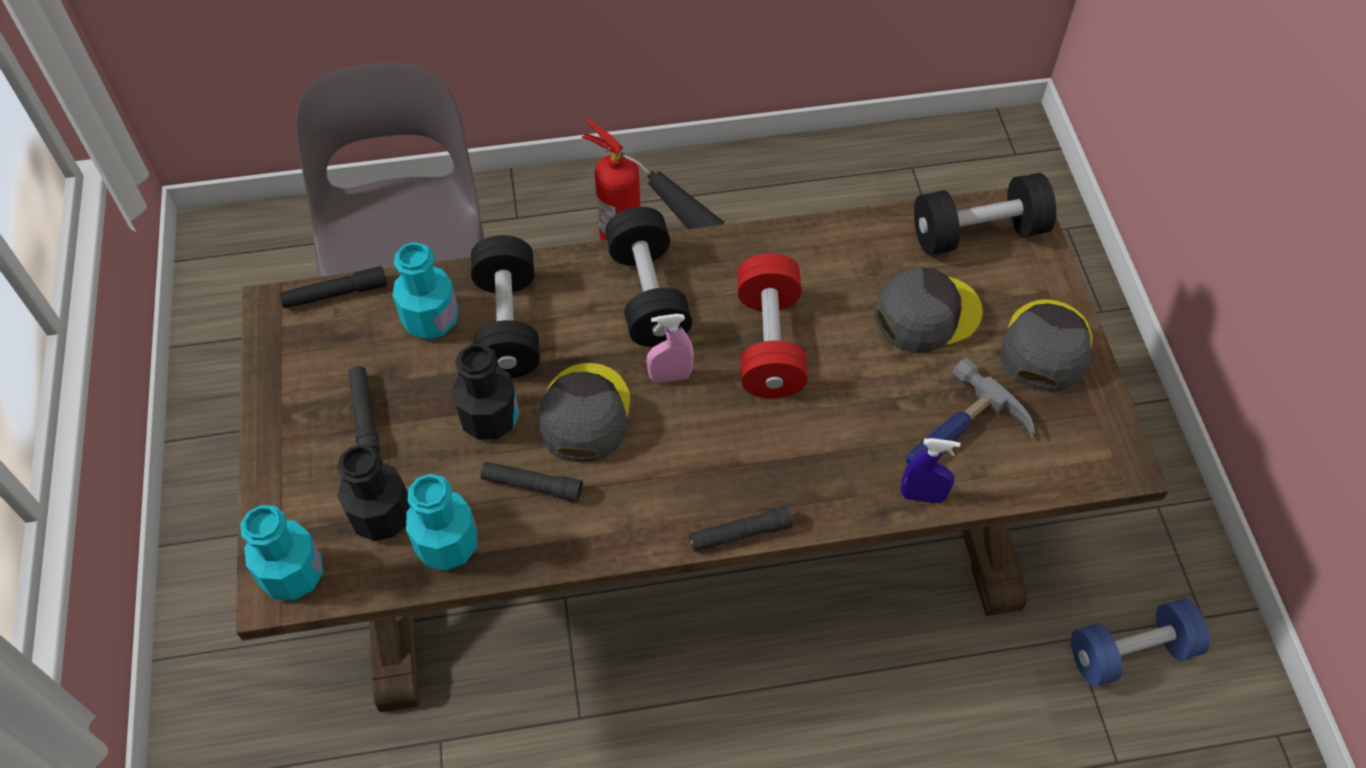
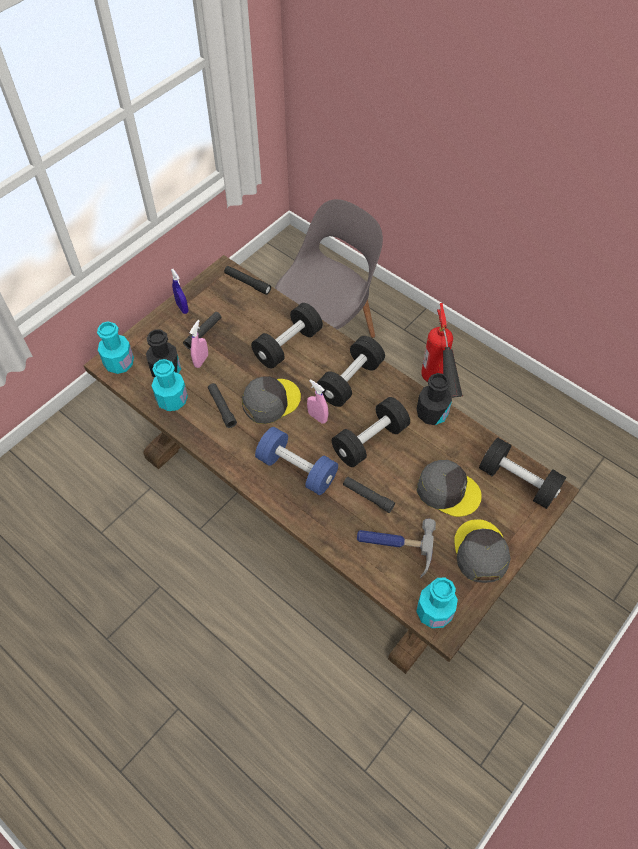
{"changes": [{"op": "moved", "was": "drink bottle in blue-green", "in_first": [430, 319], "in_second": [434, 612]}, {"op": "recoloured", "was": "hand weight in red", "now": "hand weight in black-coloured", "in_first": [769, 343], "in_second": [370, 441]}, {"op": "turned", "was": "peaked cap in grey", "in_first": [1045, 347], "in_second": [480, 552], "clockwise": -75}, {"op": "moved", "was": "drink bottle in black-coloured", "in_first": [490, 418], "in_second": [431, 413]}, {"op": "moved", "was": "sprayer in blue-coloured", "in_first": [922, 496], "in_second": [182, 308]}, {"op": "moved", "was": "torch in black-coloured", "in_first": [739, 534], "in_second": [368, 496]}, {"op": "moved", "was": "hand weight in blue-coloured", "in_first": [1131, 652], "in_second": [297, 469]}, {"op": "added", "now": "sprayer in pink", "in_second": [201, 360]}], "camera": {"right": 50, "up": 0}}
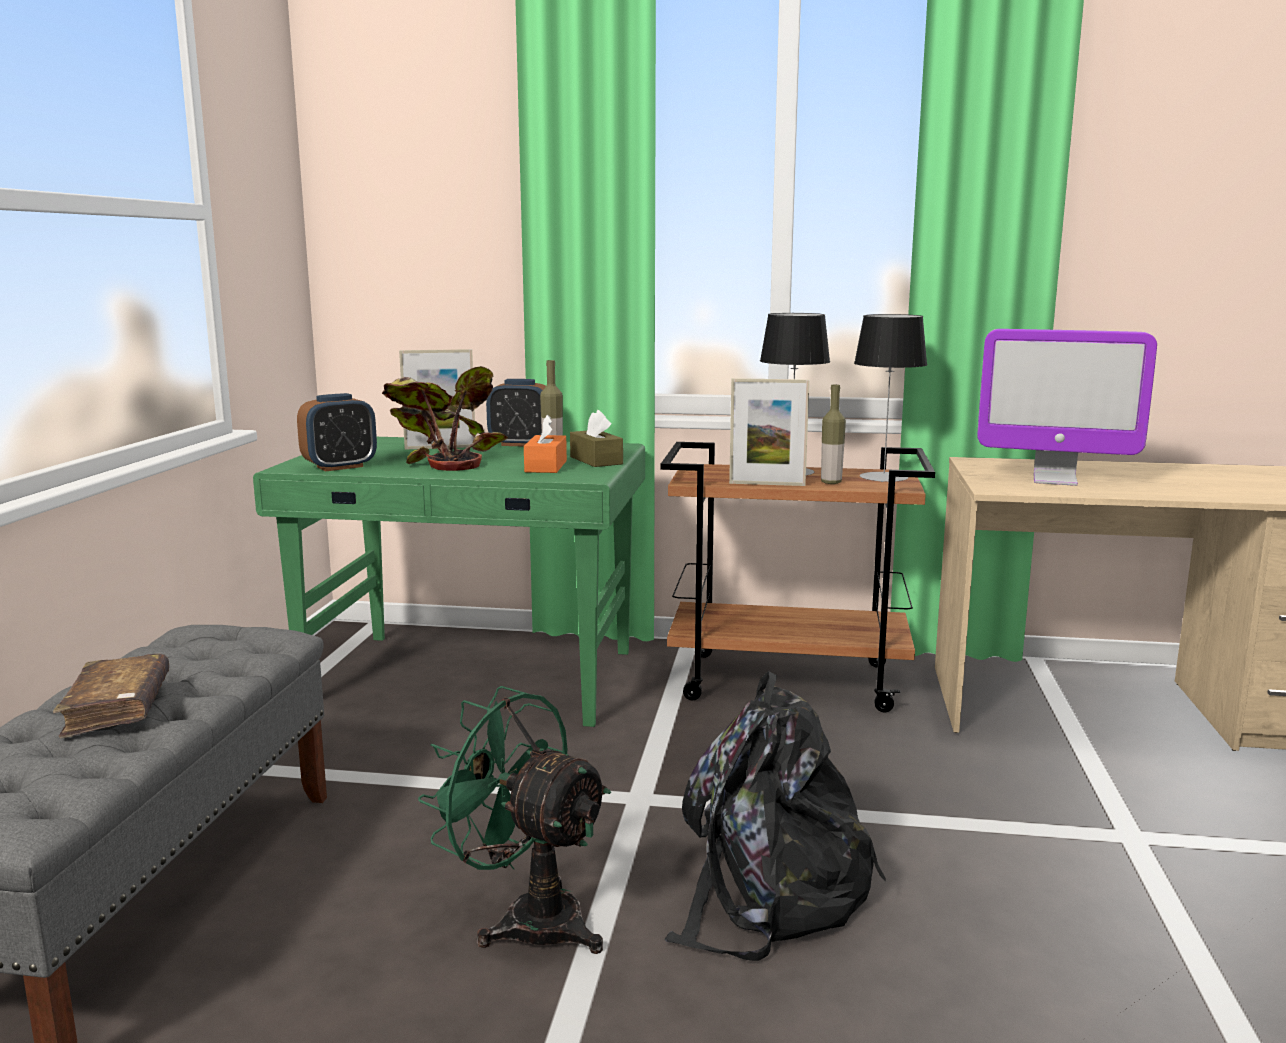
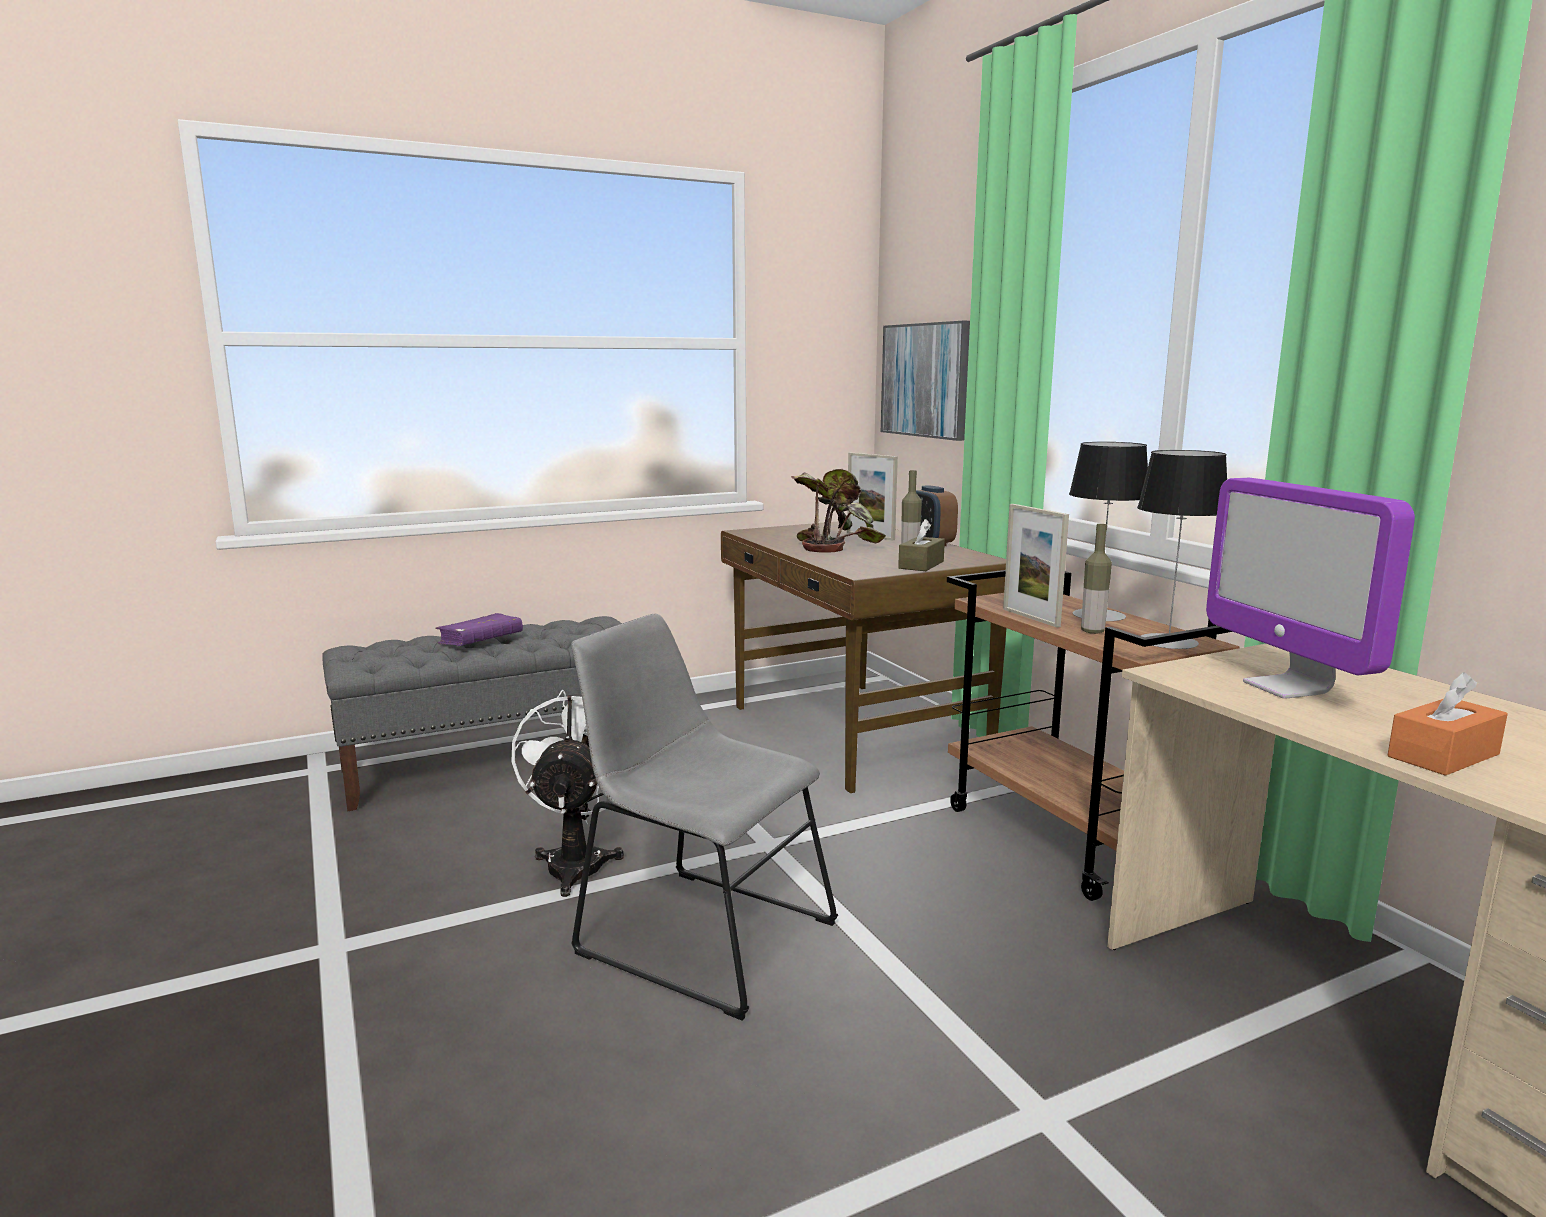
{"changes": [{"op": "removed", "was": "alarm clock", "in_first": [340, 467]}, {"op": "moved", "was": "box of tissues in orange-coloured", "in_first": [546, 466], "in_second": [1443, 755]}, {"op": "recoloured", "was": "desk in green-coloured", "now": "desk in brownish", "in_first": [474, 679], "in_second": [855, 733]}, {"op": "recoloured", "was": "bound book in brownish", "now": "bound book in purple", "in_first": [117, 709], "in_second": [481, 640]}, {"op": "replaced", "was": "backpack in black-coloured", "now": "plain chair in grey", "in_first": [768, 892], "in_second": [698, 934]}, {"op": "recoloured", "was": "fan in green-coloured", "now": "fan in whitish", "in_first": [527, 918], "in_second": [578, 861]}, {"op": "added", "now": "wall picture", "in_second": [926, 380]}], "camera": {"right": 55, "up": 0}}
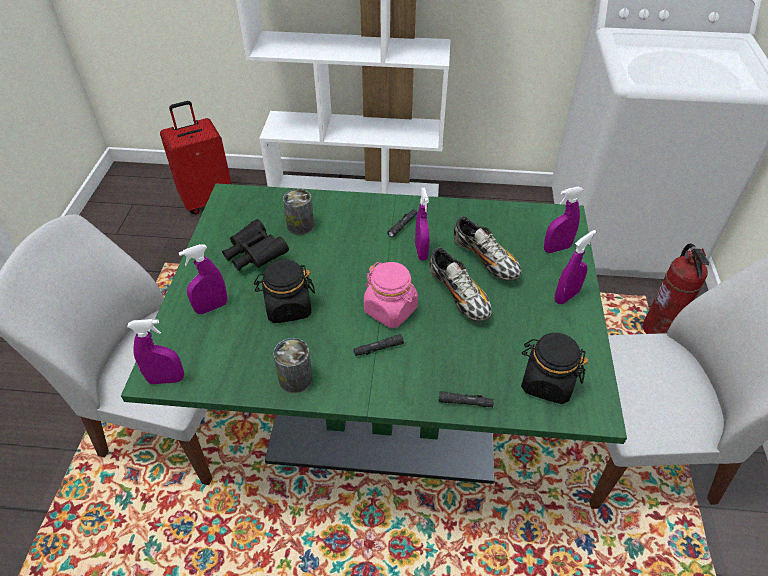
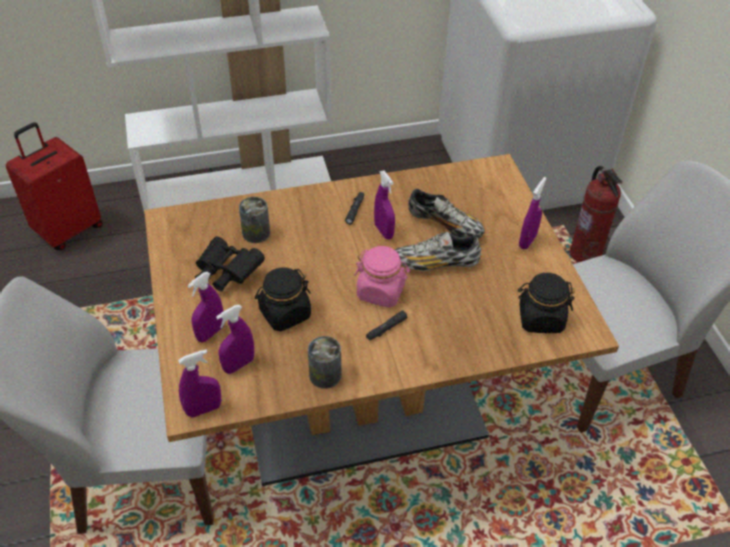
{"changes": [{"op": "recoloured", "was": "dining table in green-coloured", "now": "dining table in brownish", "in_first": [384, 420], "in_second": [362, 410]}, {"op": "moved", "was": "sprayer in purple", "in_first": [556, 248], "in_second": [239, 365]}, {"op": "turned", "was": "shoe", "in_first": [459, 295], "in_second": [435, 263], "clockwise": 135}, {"op": "removed", "was": "torch in black-coloured", "in_first": [465, 402]}], "camera": {"right": -20, "up": 0}}
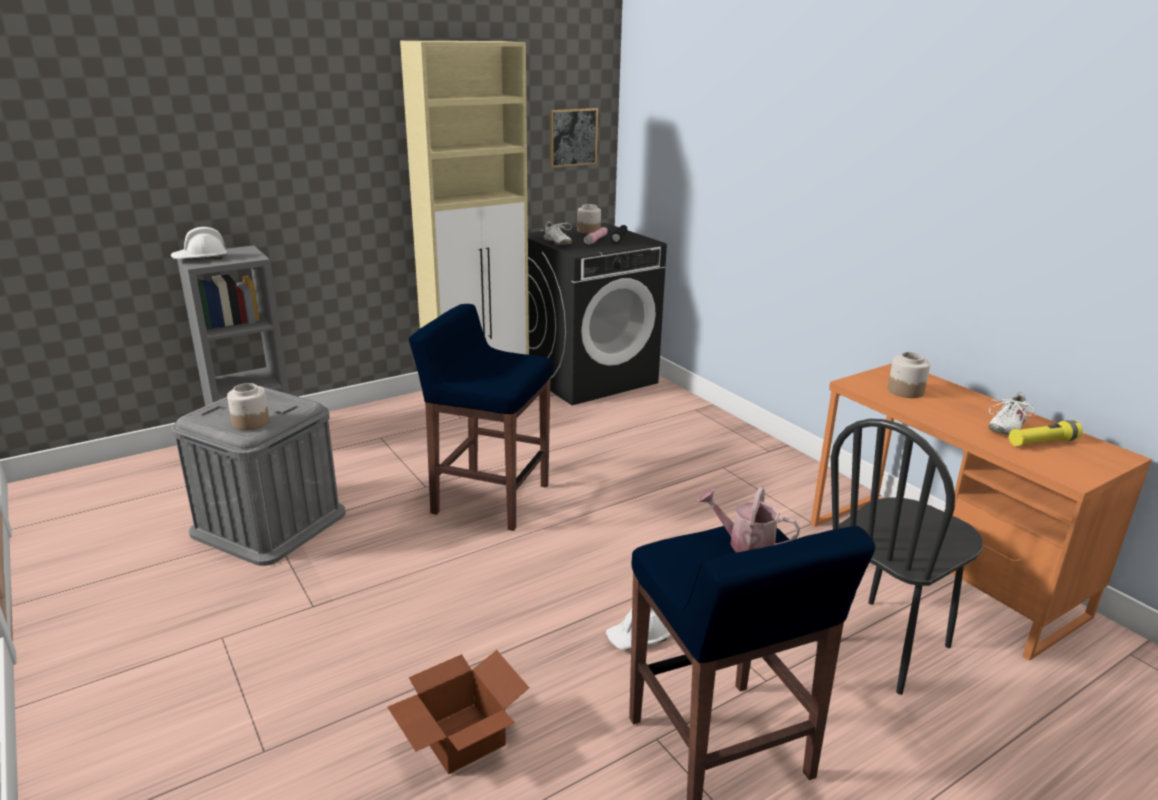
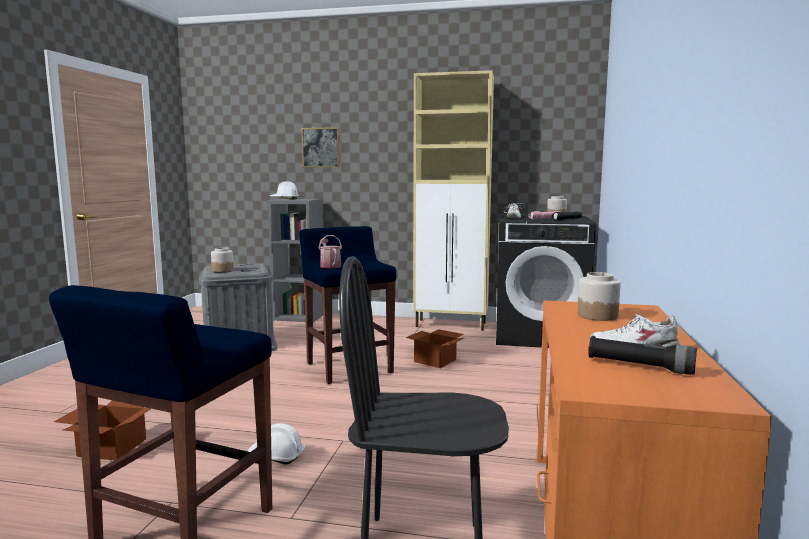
{"changes": [{"op": "moved", "was": "wall picture", "in_first": [572, 137], "in_second": [321, 147]}, {"op": "recoloured", "was": "torch in yellowish", "now": "torch in black-coloured", "in_first": [1042, 442], "in_second": [640, 366]}, {"op": "moved", "was": "watering pot", "in_first": [745, 544], "in_second": [329, 266]}, {"op": "added", "now": "carton", "in_second": [436, 360]}], "camera": {"right": 45, "up": -15}}
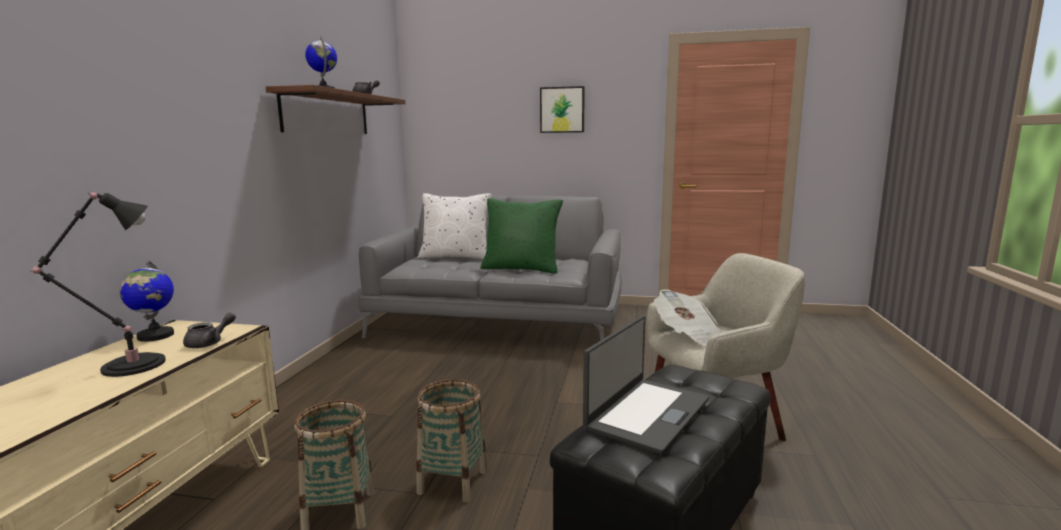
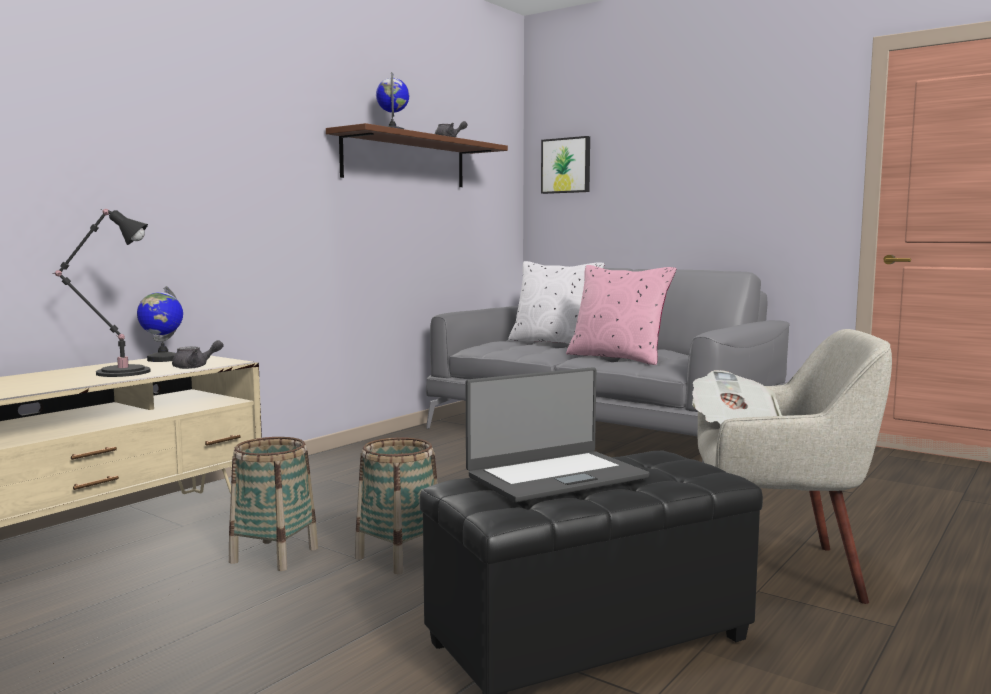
{"changes": [{"op": "moved", "was": "wall picture", "in_first": [562, 110], "in_second": [566, 165]}, {"op": "recoloured", "was": "pillow in green-coloured", "now": "pillow in pink", "in_first": [521, 268], "in_second": [618, 358]}], "camera": {"right": 25, "up": -5}}
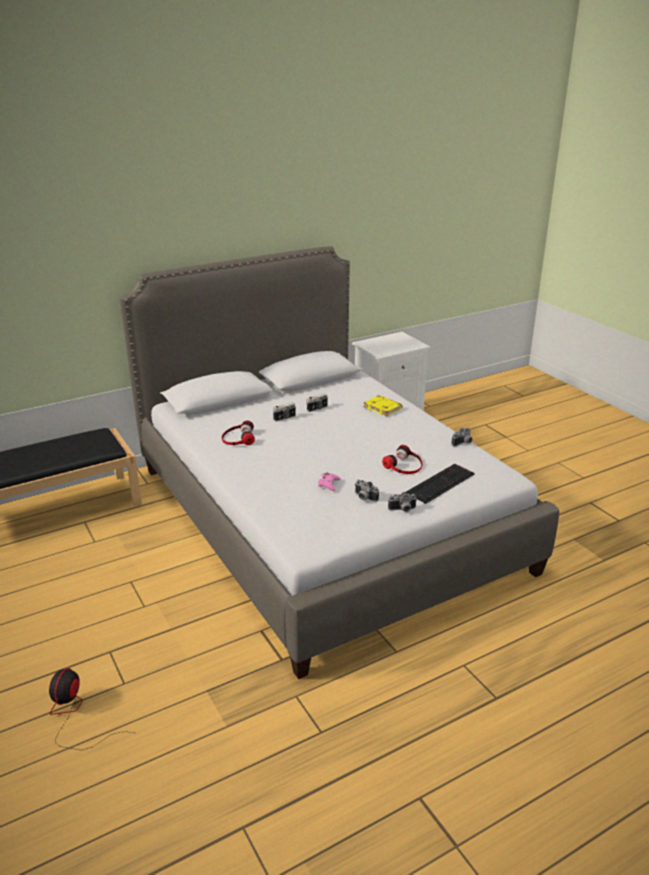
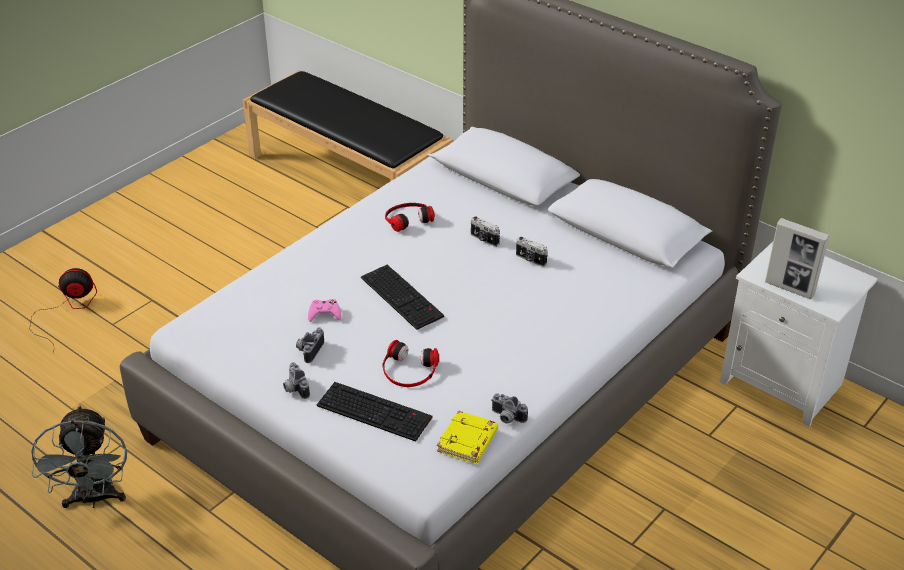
{"changes": [{"op": "moved", "was": "bound book in yellowish", "in_first": [383, 408], "in_second": [468, 442]}, {"op": "added", "now": "picture frame", "in_second": [789, 288]}, {"op": "added", "now": "keyboard", "in_second": [403, 297]}, {"op": "added", "now": "fan in grey", "in_second": [94, 499]}], "camera": {"right": 70, "up": 10}}
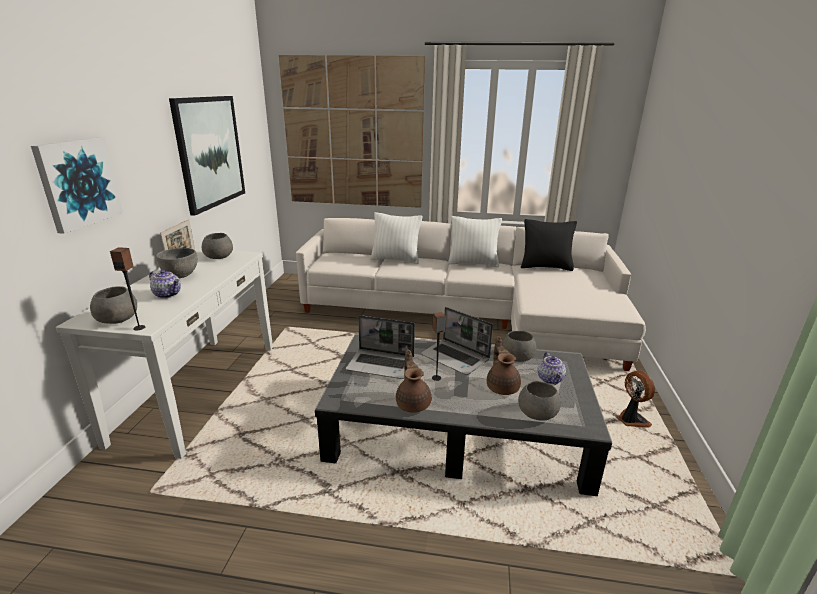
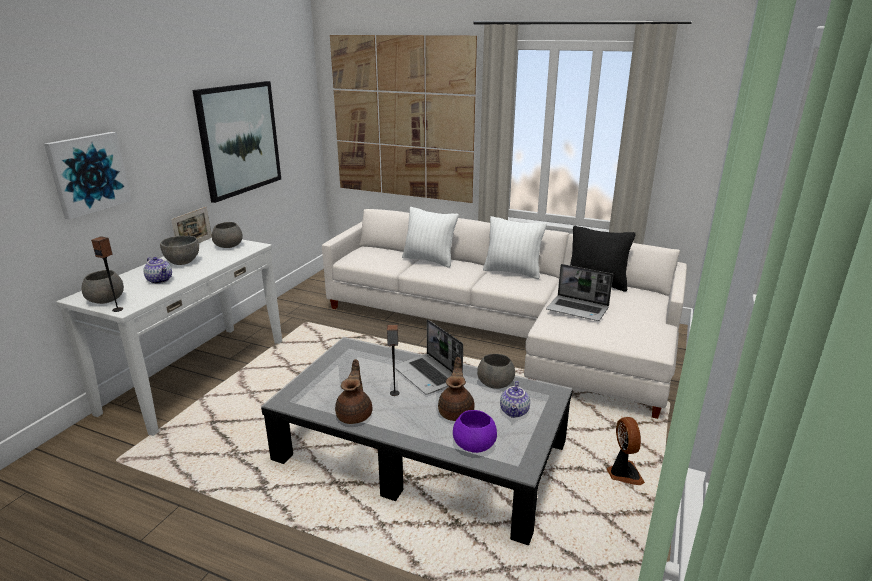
{"changes": [{"op": "moved", "was": "portable computer", "in_first": [381, 364], "in_second": [578, 309]}, {"op": "recoloured", "was": "bowl in grey", "now": "bowl in purple", "in_first": [538, 413], "in_second": [475, 444]}], "camera": {"right": 15, "up": 0}}
